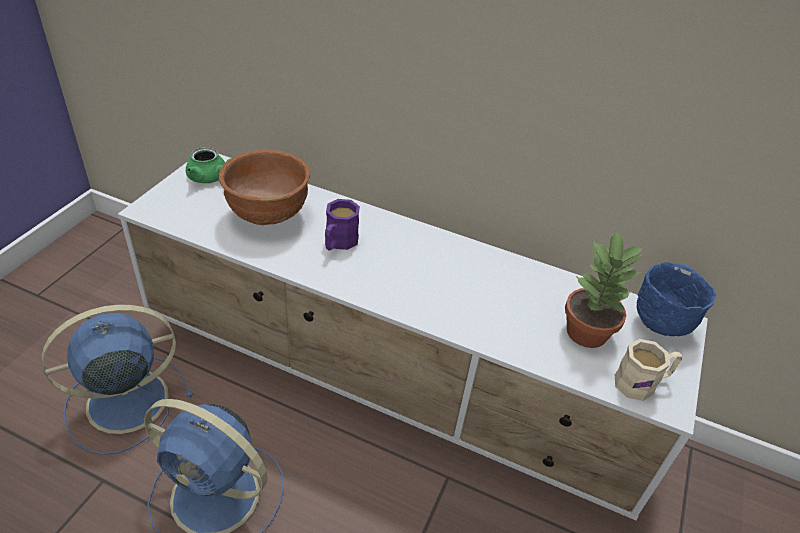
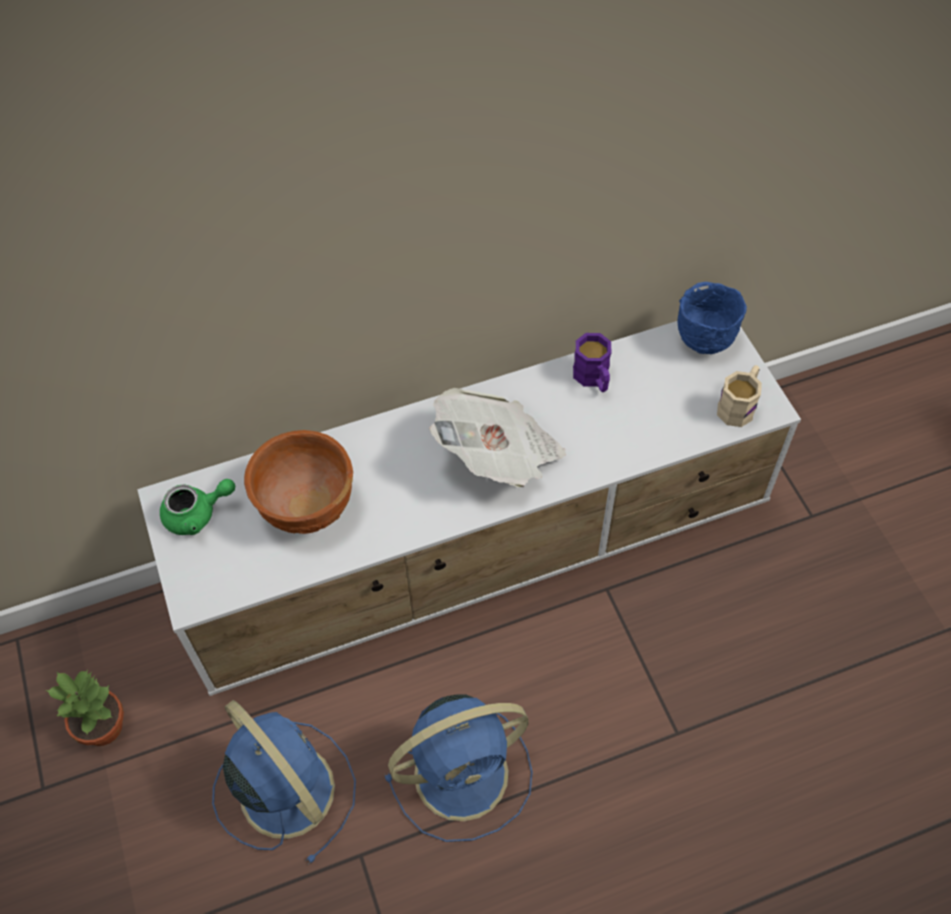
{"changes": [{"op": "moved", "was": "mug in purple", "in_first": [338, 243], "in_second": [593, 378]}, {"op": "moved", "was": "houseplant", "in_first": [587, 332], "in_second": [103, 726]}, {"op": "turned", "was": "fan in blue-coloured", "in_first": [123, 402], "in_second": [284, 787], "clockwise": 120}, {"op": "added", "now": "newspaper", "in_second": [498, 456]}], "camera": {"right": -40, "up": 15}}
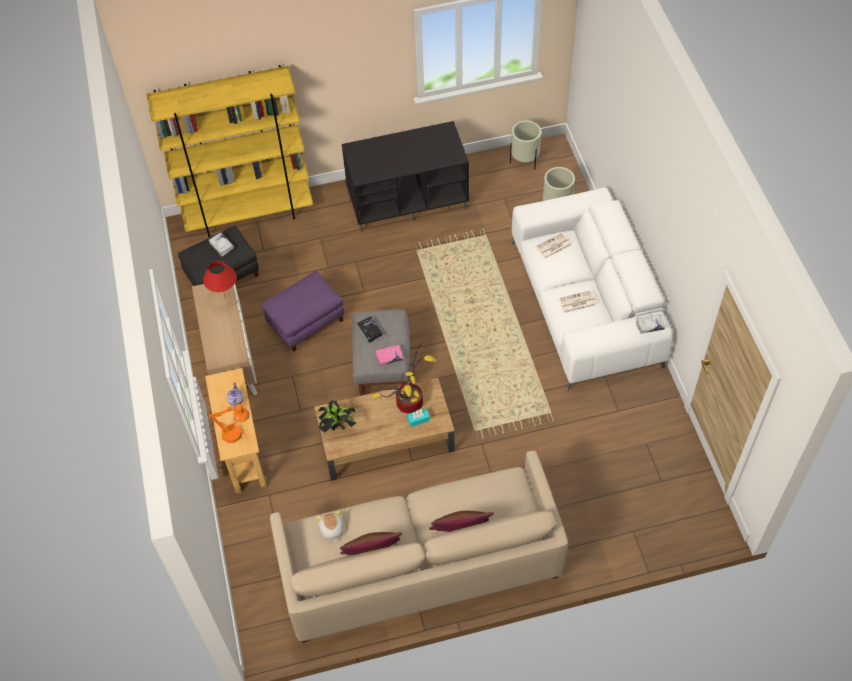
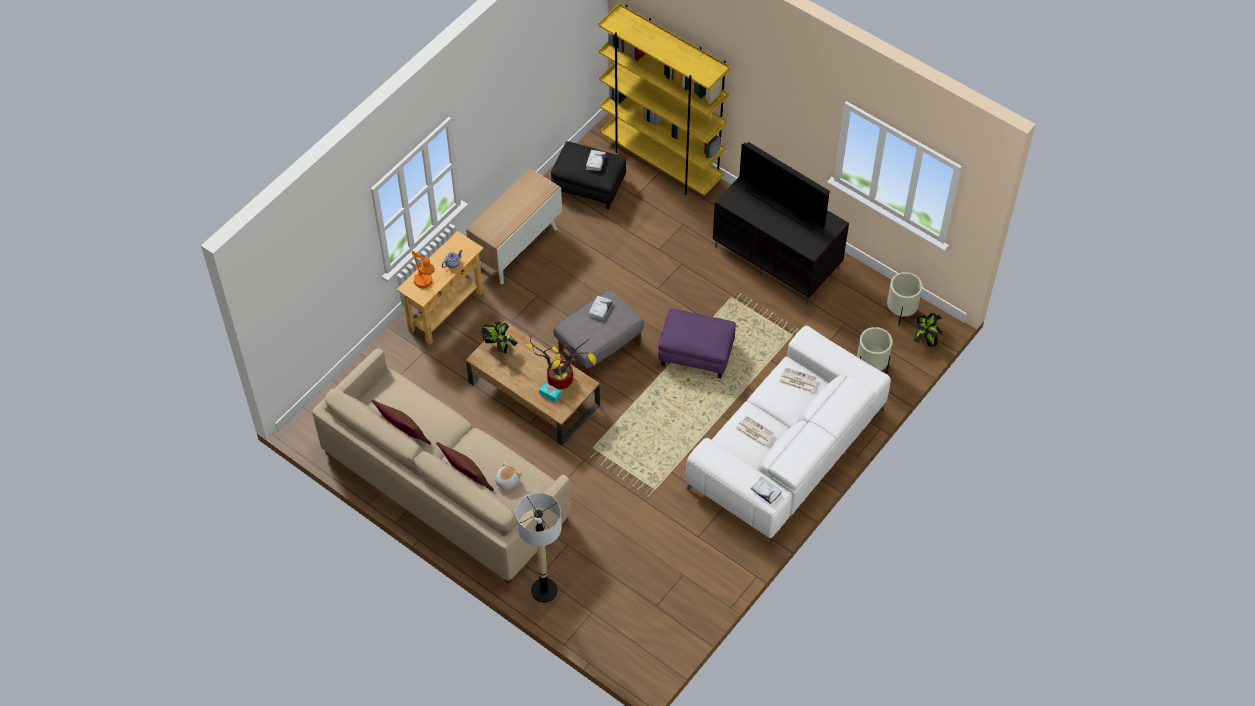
{"changes": [{"op": "removed", "was": "tabletop lamp in red", "in_first": [225, 299]}, {"op": "moved", "was": "footrest in purple", "in_first": [306, 321], "in_second": [696, 353]}, {"op": "recoloured", "was": "bound book in black-coloured", "now": "bound book in whitish", "in_first": [370, 331], "in_second": [600, 309]}, {"op": "removed", "was": "bound book in pink", "in_first": [389, 357]}, {"op": "moved", "was": "cuddly toy", "in_first": [331, 529], "in_second": [506, 481]}, {"op": "added", "now": "TV", "in_second": [782, 206]}, {"op": "added", "now": "houseplant", "in_second": [926, 339]}, {"op": "added", "now": "standard lamp", "in_second": [544, 590]}], "camera": {"right": 50, "up": 0}}
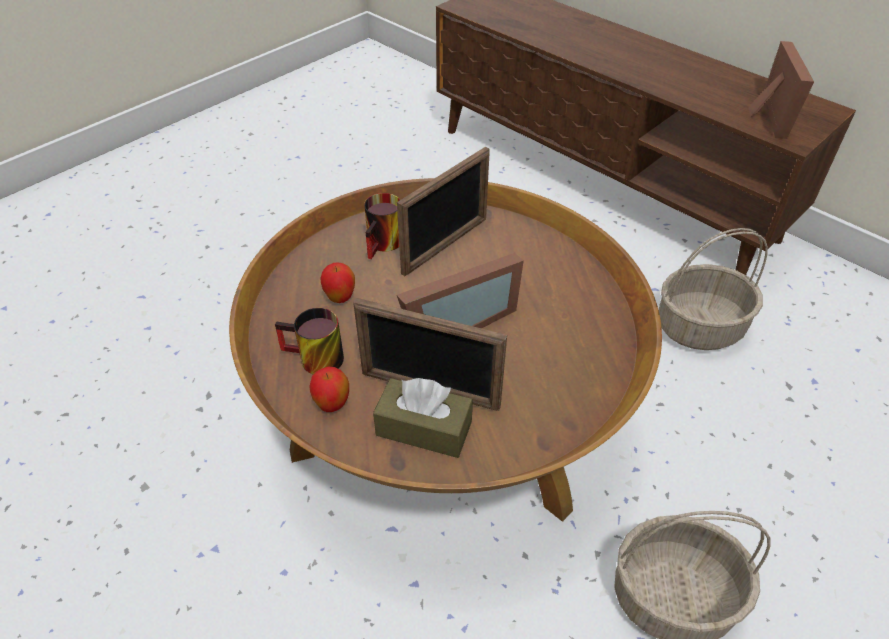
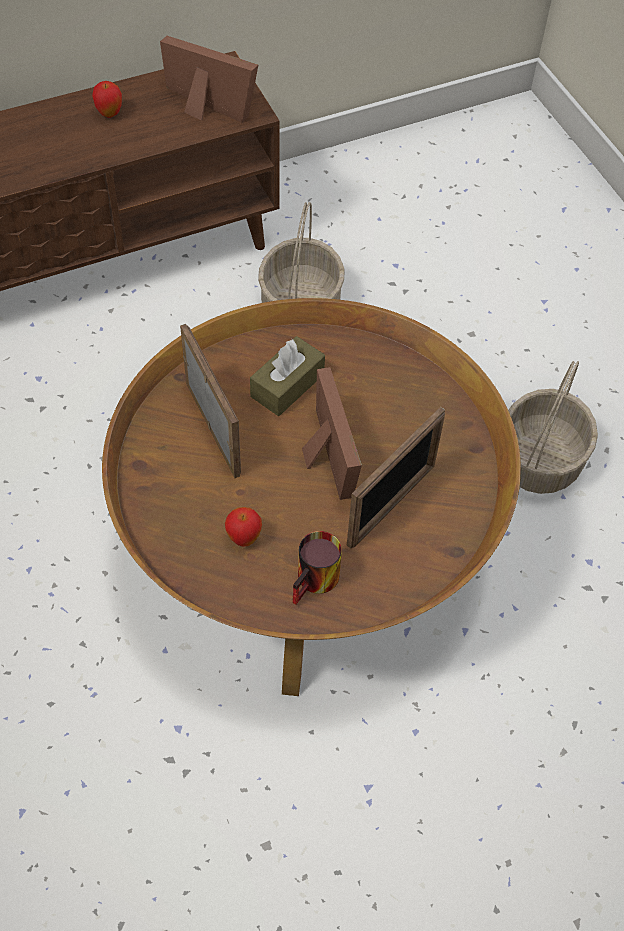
{"changes": [{"op": "removed", "was": "mug", "in_first": [385, 244]}, {"op": "moved", "was": "apple fruit", "in_first": [332, 405], "in_second": [109, 114]}, {"op": "moved", "was": "box of tissues in brownish", "in_first": [424, 428], "in_second": [287, 385]}], "camera": {"right": -70, "up": 10}}
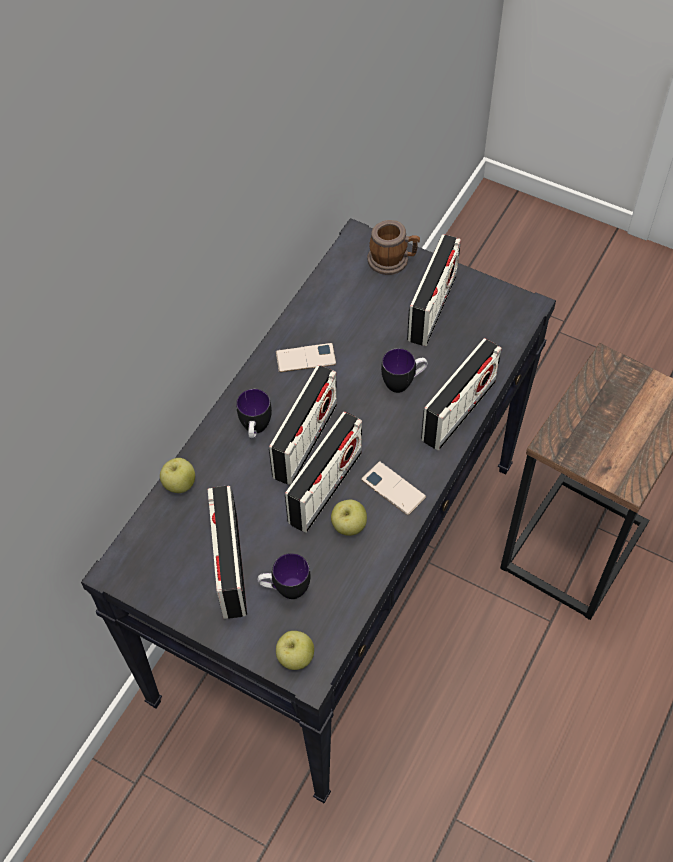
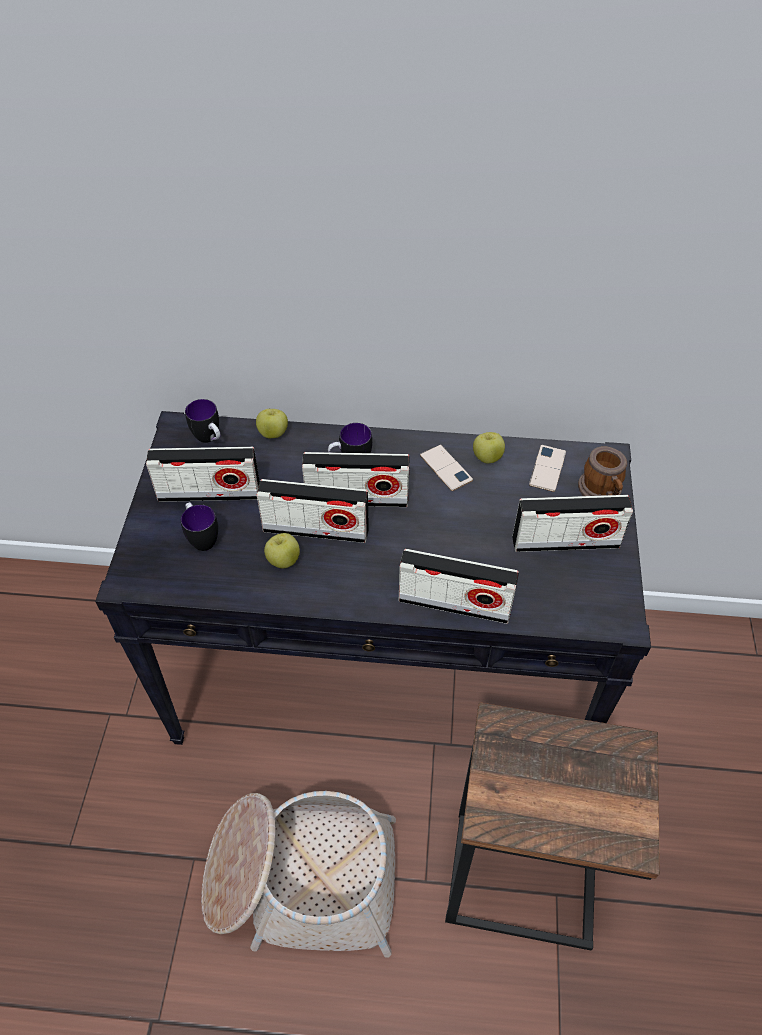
{"changes": [{"op": "moved", "was": "mug", "in_first": [403, 383], "in_second": [210, 439]}, {"op": "moved", "was": "phone", "in_first": [393, 488], "in_second": [547, 468]}, {"op": "turned", "was": "radio set", "in_first": [230, 566], "in_second": [209, 493], "clockwise": -150}, {"op": "moved", "was": "apple fruit", "in_first": [295, 657], "in_second": [487, 457]}, {"op": "added", "now": "household basket", "in_second": [301, 879]}], "camera": {"right": 65, "up": -5}}
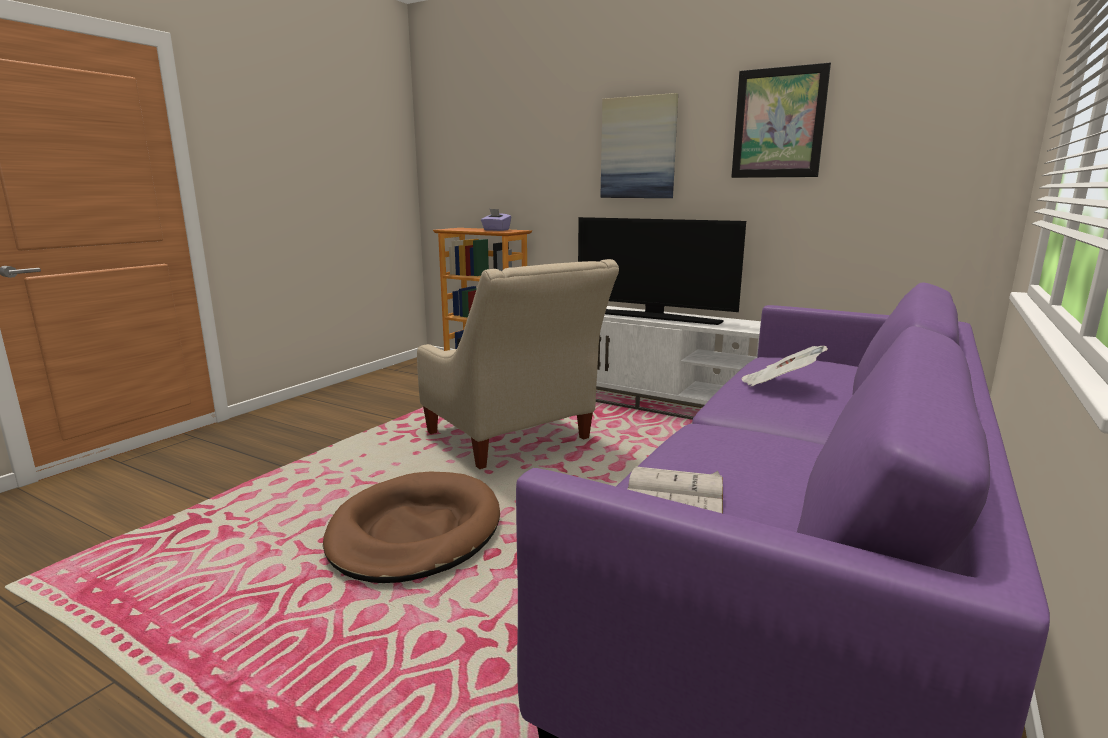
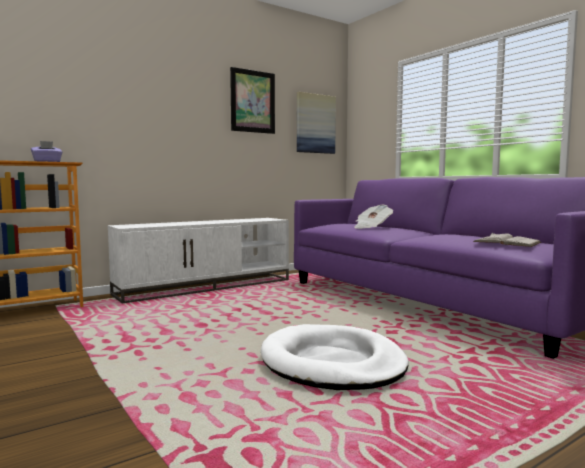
{"changes": [{"op": "moved", "was": "wall picture", "in_first": [638, 148], "in_second": [315, 124]}, {"op": "removed", "was": "TV", "in_first": [655, 317]}, {"op": "removed", "was": "easy chair in beige", "in_first": [514, 440]}, {"op": "recoloured", "was": "dog cushion in brownish", "now": "dog cushion in whitish", "in_first": [415, 532], "in_second": [332, 363]}], "camera": {"right": -65, "up": -10}}
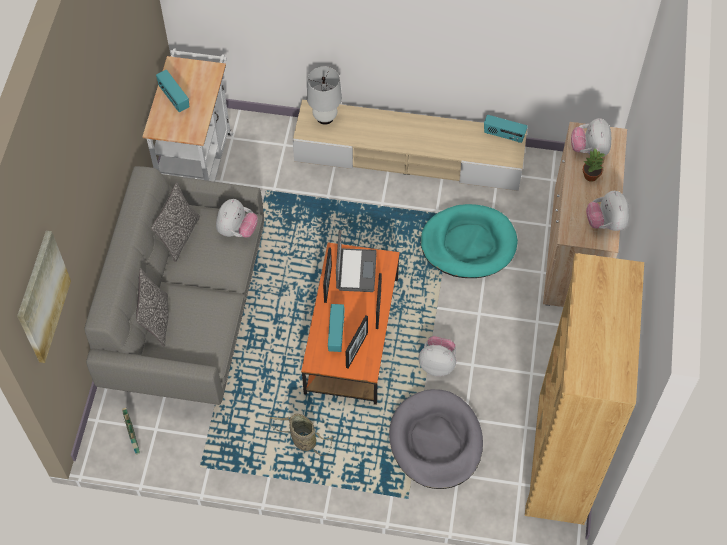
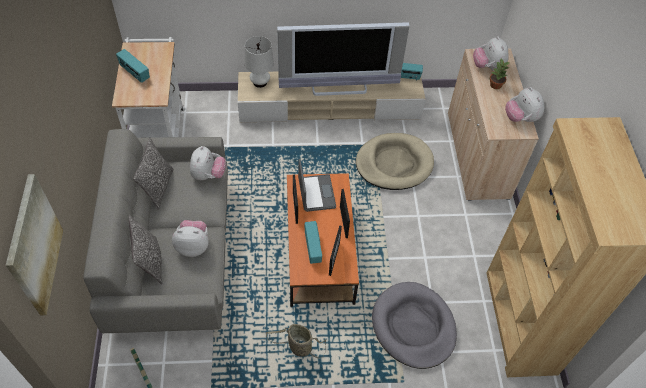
{"changes": [{"op": "recoloured", "was": "dog cushion in blue-green", "now": "dog cushion in beige", "in_first": [468, 244], "in_second": [394, 164]}, {"op": "moved", "was": "cuddly toy", "in_first": [437, 364], "in_second": [193, 246]}, {"op": "added", "now": "TV", "in_second": [339, 86]}], "camera": {"right": -15, "up": -5}}
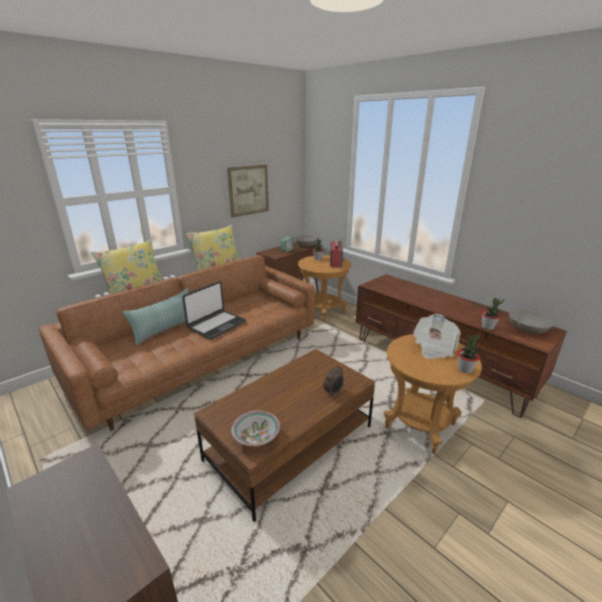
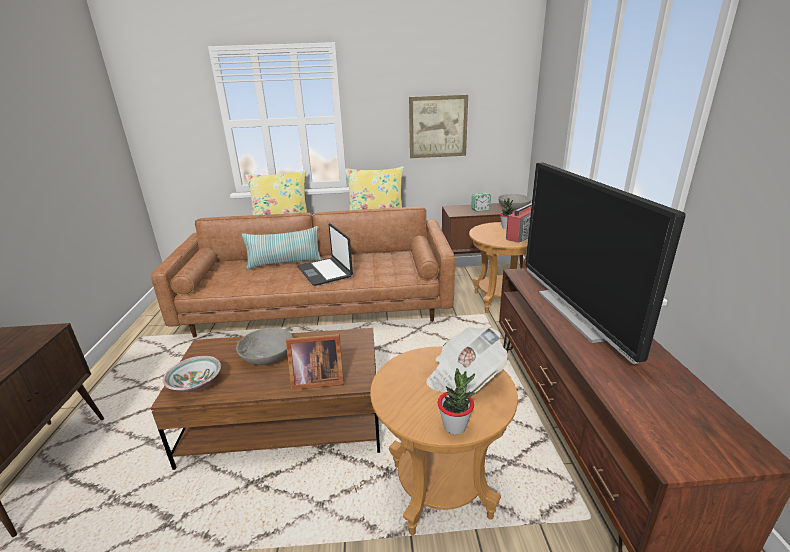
{"changes": [{"op": "turned", "was": "portable computer", "in_first": [216, 325], "in_second": [325, 272], "clockwise": 75}, {"op": "removed", "was": "houseplant", "in_first": [488, 327]}, {"op": "moved", "was": "bowl in grey", "in_first": [527, 329], "in_second": [267, 356]}, {"op": "replaced", "was": "alarm clock", "now": "picture frame", "in_first": [333, 392], "in_second": [316, 380]}, {"op": "added", "now": "TV", "in_second": [576, 313]}], "camera": {"right": 40, "up": 0}}
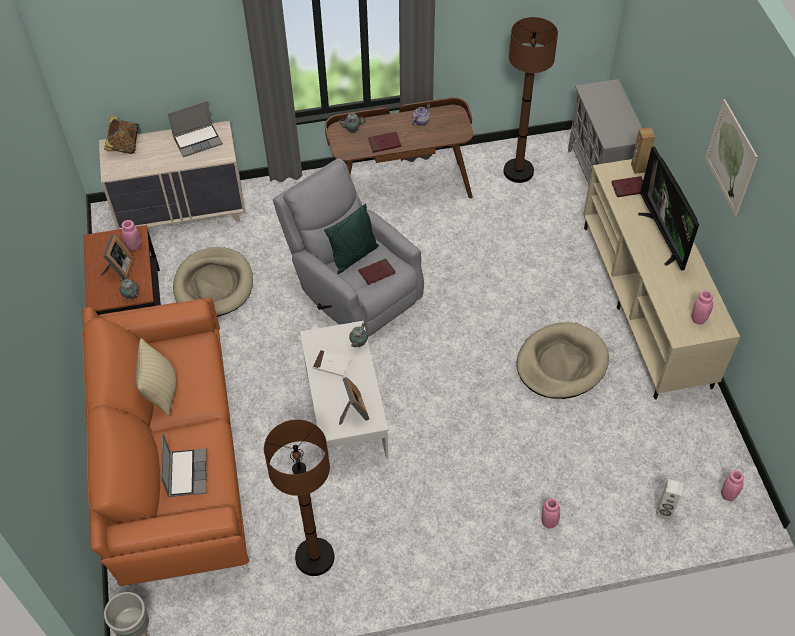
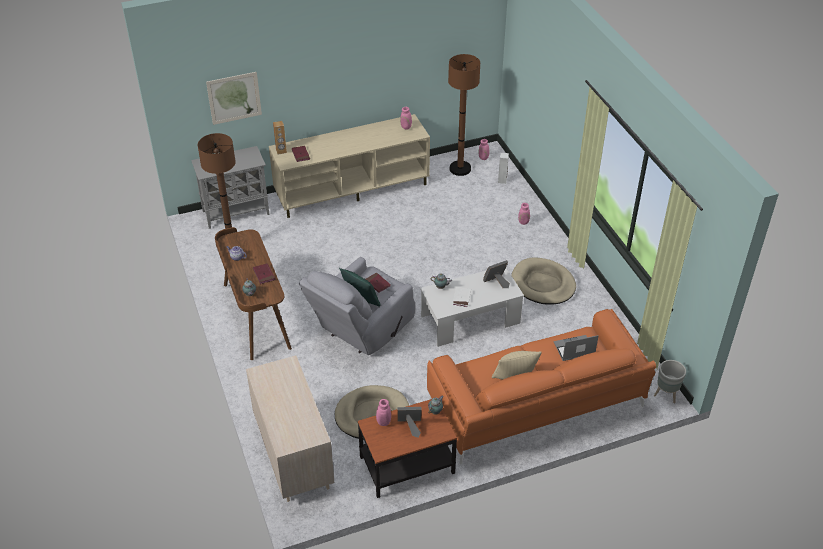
{"changes": [{"op": "moved", "was": "wall picture", "in_first": [730, 157], "in_second": [234, 98]}, {"op": "removed", "was": "portable computer", "in_first": [198, 140]}, {"op": "removed", "was": "bound book", "in_first": [124, 145]}, {"op": "removed", "was": "TV", "in_first": [664, 236]}, {"op": "moved", "was": "dog cushion in beige", "in_first": [561, 363], "in_second": [543, 284]}, {"op": "moved", "was": "standard lamp in brownish", "in_first": [315, 557], "in_second": [460, 169]}], "camera": {"right": -100, "up": -10}}
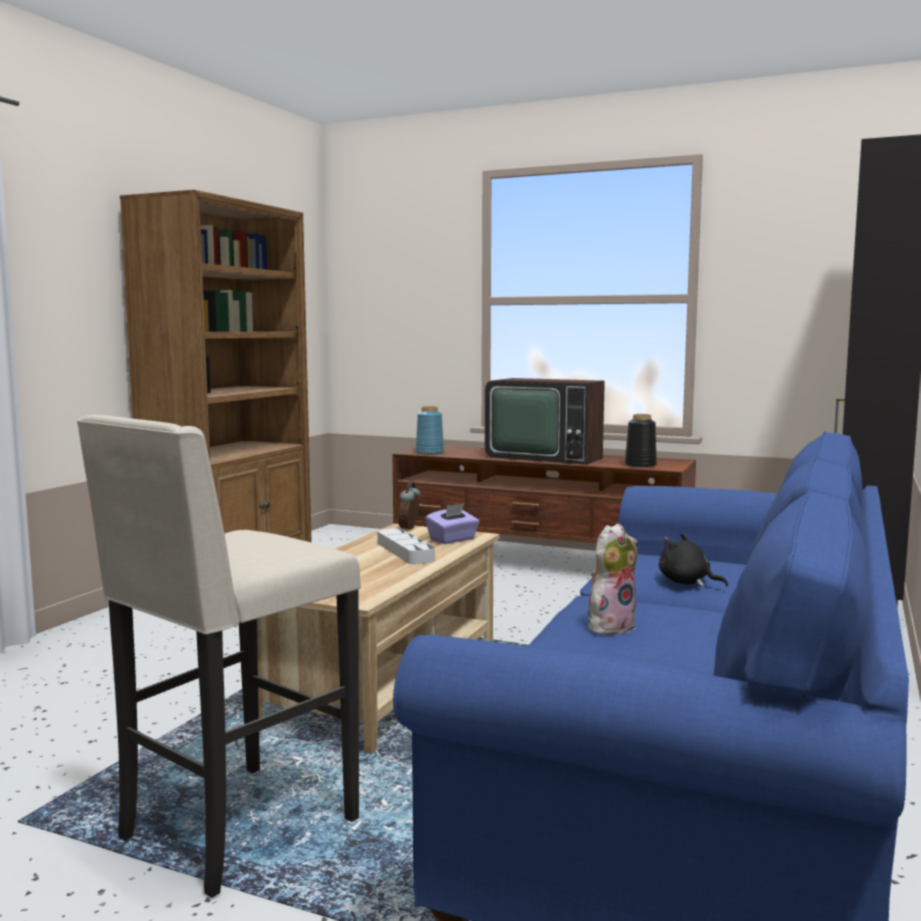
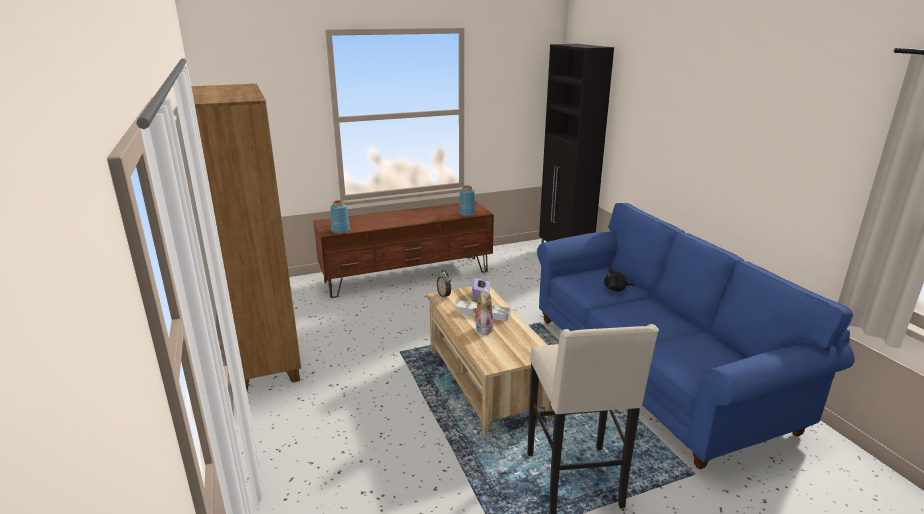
{"changes": [{"op": "removed", "was": "TV", "in_first": [545, 456]}, {"op": "recoloured", "was": "vase in black-coloured", "now": "vase in blue-coloured", "in_first": [641, 465], "in_second": [467, 213]}, {"op": "moved", "was": "cuddly toy", "in_first": [610, 626], "in_second": [483, 328]}], "camera": {"right": -45, "up": 15}}
